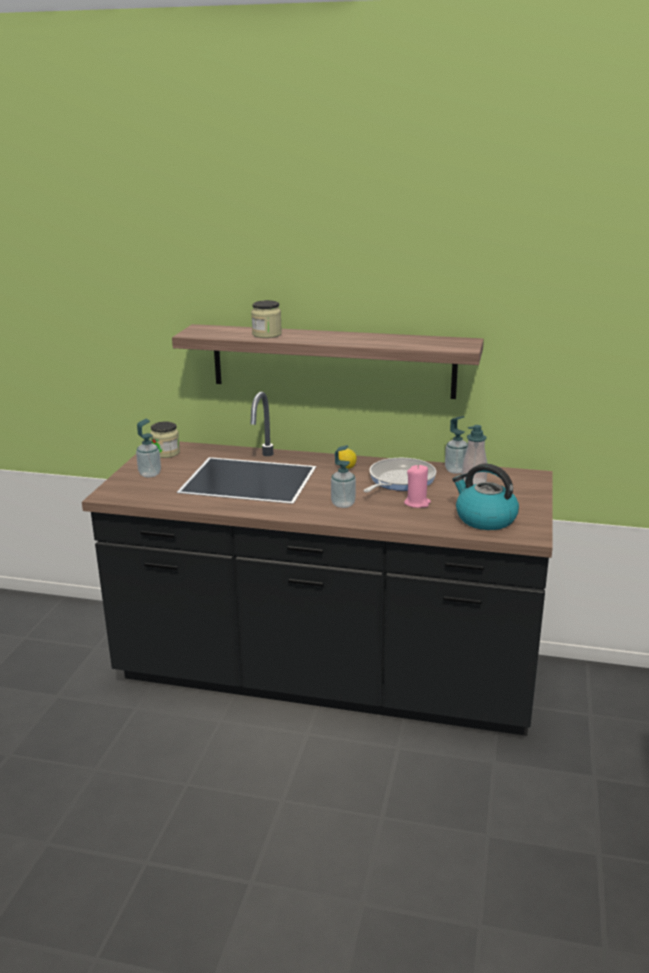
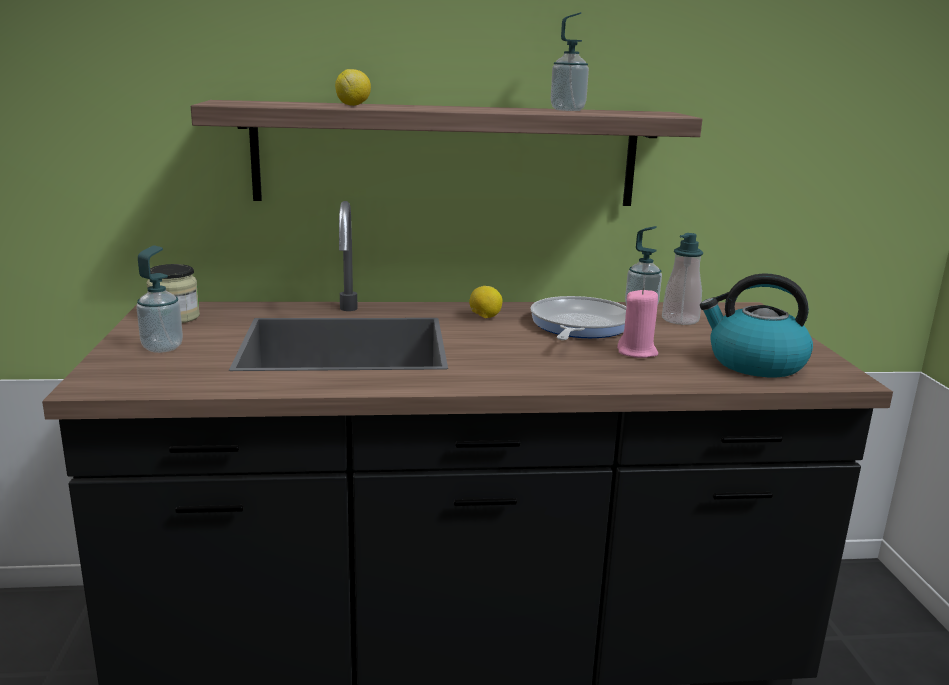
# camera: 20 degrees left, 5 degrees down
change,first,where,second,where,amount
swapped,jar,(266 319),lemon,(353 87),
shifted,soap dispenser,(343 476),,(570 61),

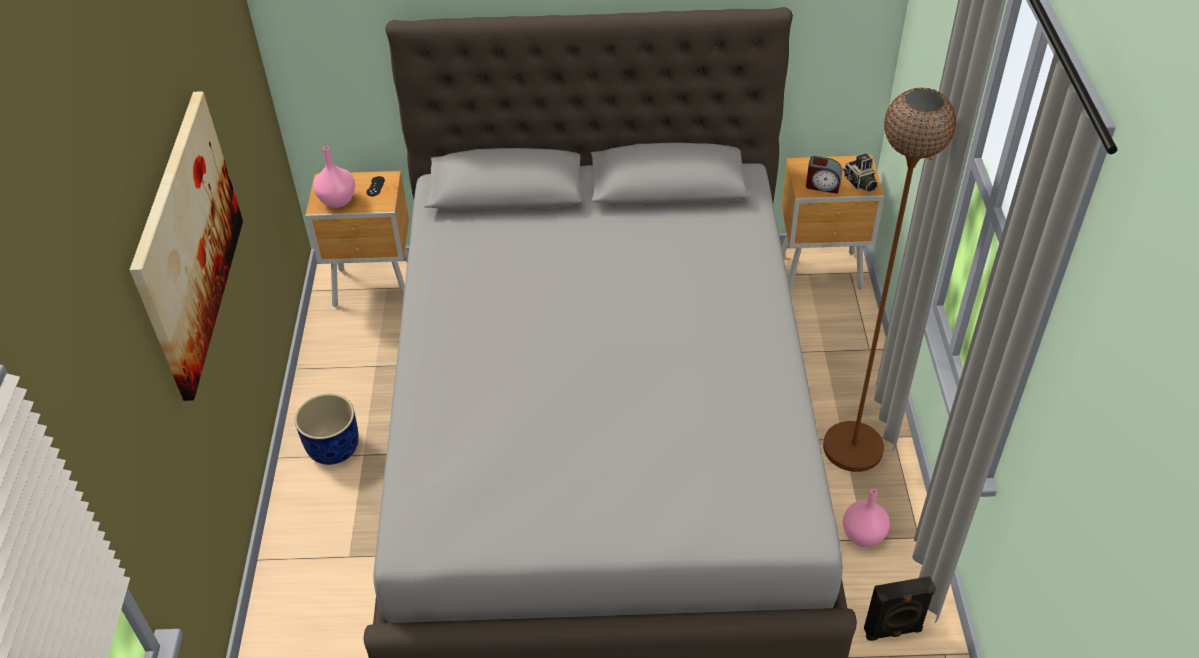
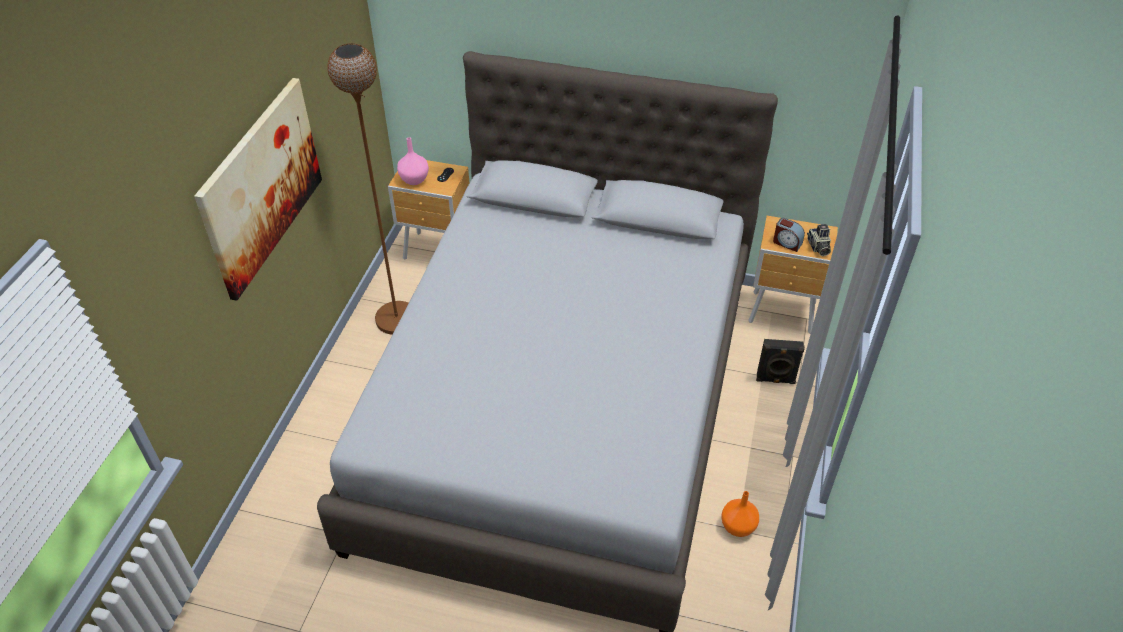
# camera: 15 degrees right, 0 degrees up
change,first,where,second,where,amount
gone,blue planter,(327 429),,,
shifted,brown floor lamp,(889 279),,(368 189),
repainted,pink vase,(866 518),orange vase,(740 514),
shifted,black speaker,(900 608),,(780 361),

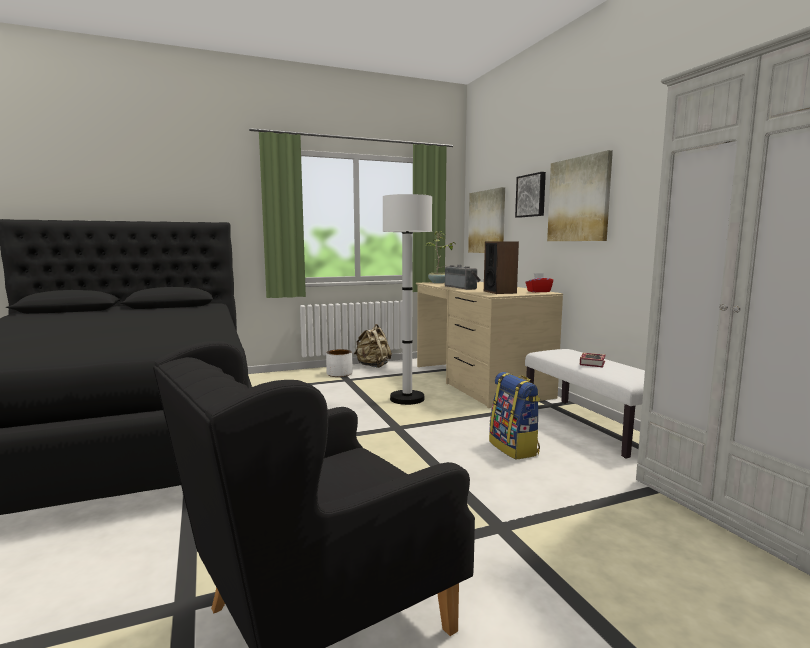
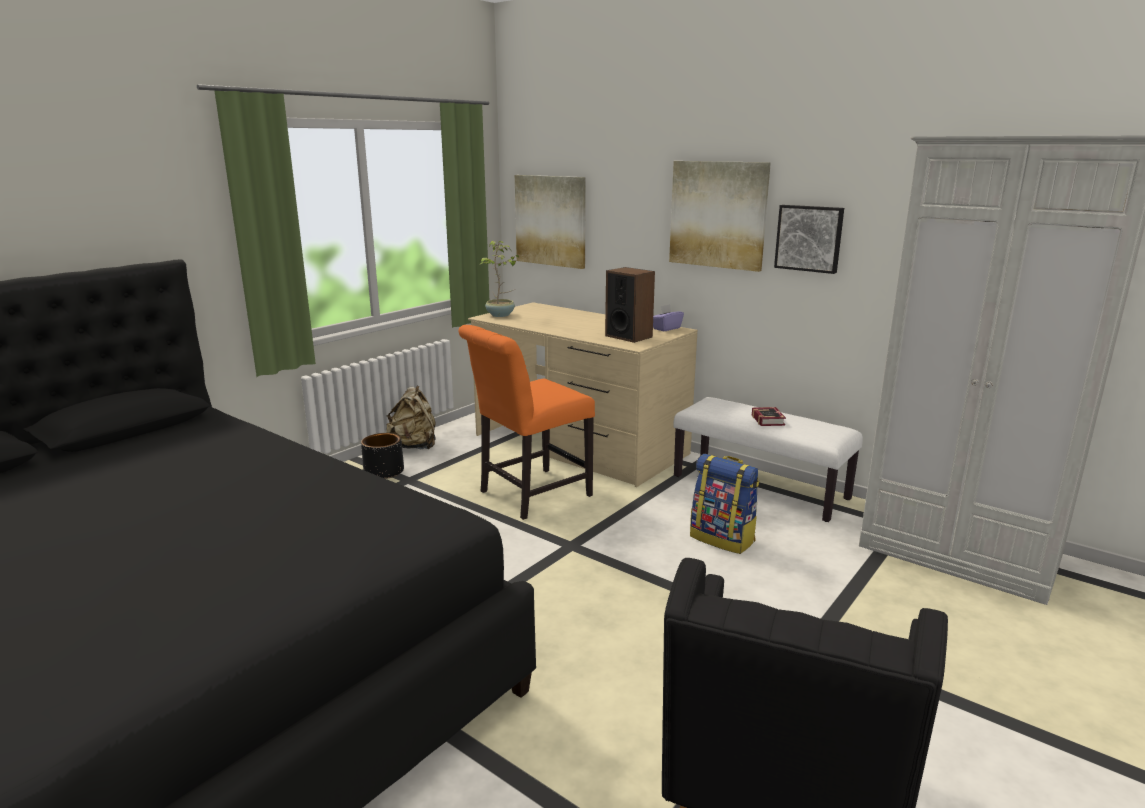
# camera: 30 degrees left, 10 degrees up
change,first,where,second,where,amount
repainted,white planter,(339 363),black planter,(382 456),
swapped,white floor lamp,(407 299),orange chair,(527 422),
gone,radio,(462 277),,,
shifted,picture,(530 195),,(809 239),
repainted,red tissue box,(539 282),purple tissue box,(668 317),

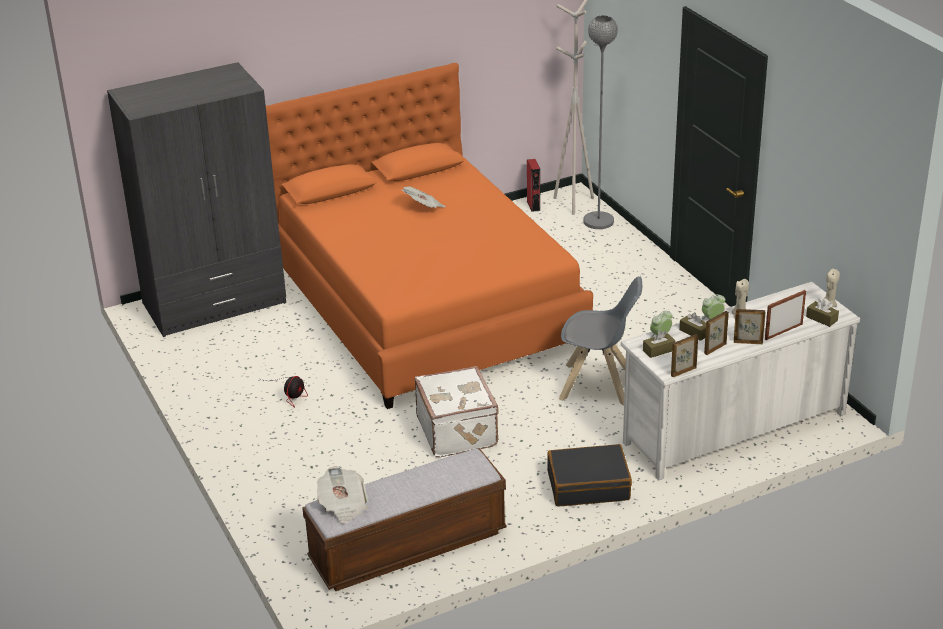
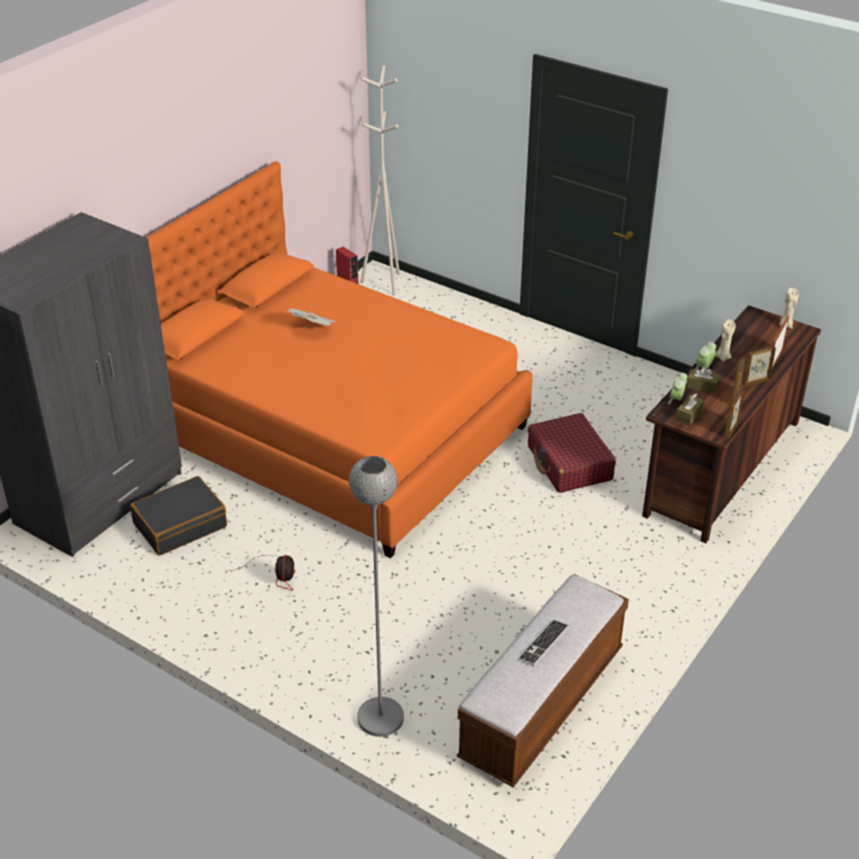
# camera: 30 degrees left, 5 degrees up
change,first,where,second,where,amount
gone,newspaper,(342 495),,,
gone,white suitcase,(457 411),,,
shifted,black suitcase,(589 475),,(178 516),
swapped,grey chair,(600 341),red suitcase,(572 453),
shifted,grey floor lamp,(600 122),,(376 596),
repainted,white dresser,(740 381),brown dresser,(731 424),
gone,brown tissue box,(822 312),,,
new,,,keyboard,(543 643),

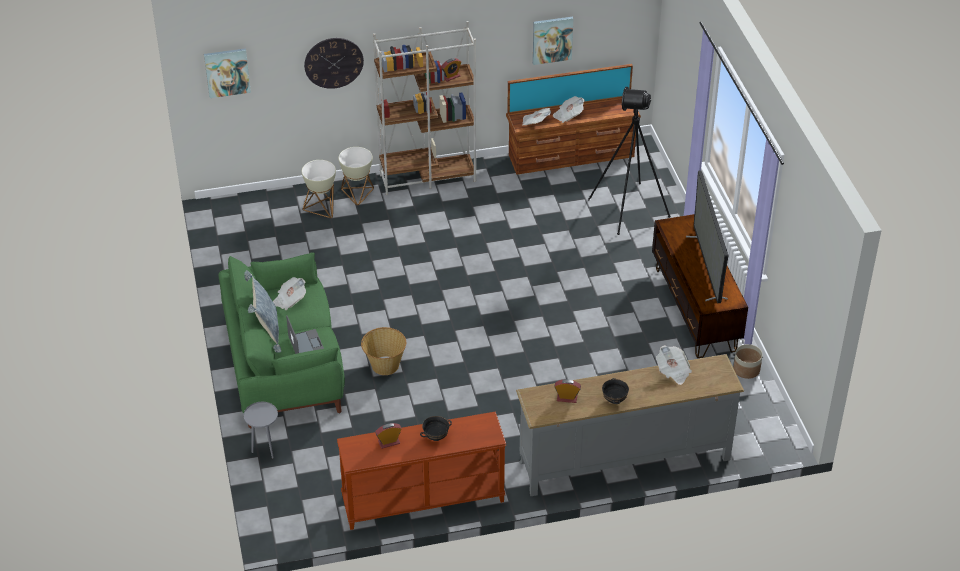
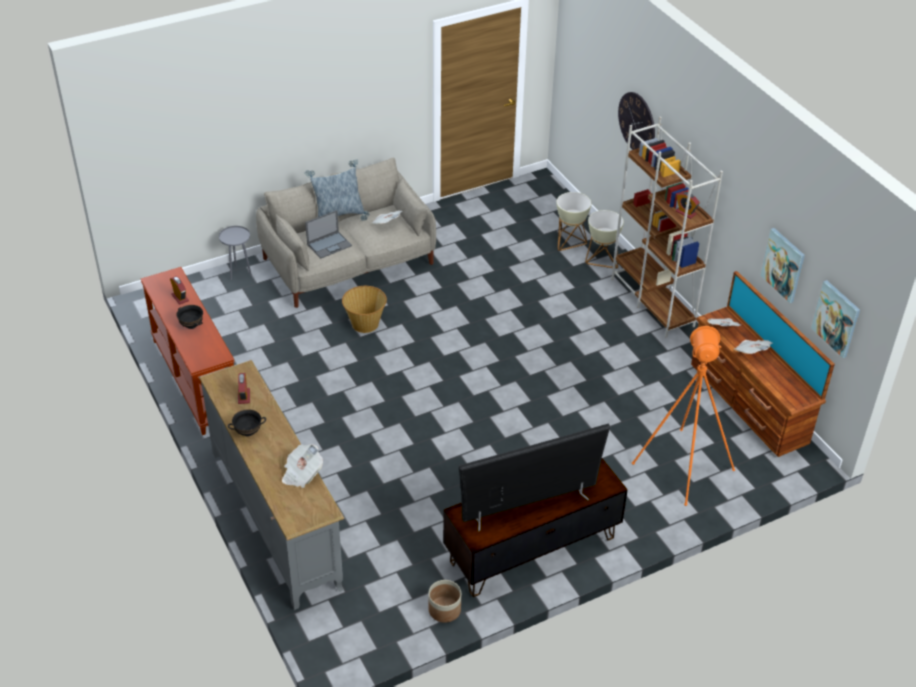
# camera: 75 degrees right, 0 degrees up
change,first,where,second,where,amount
shifted,picture,(227 73),,(835 319),
repainted,green sofa,(281 340),beige sofa,(346 233),
repainted,black floor lamp,(629 161),orange floor lamp,(683 416),

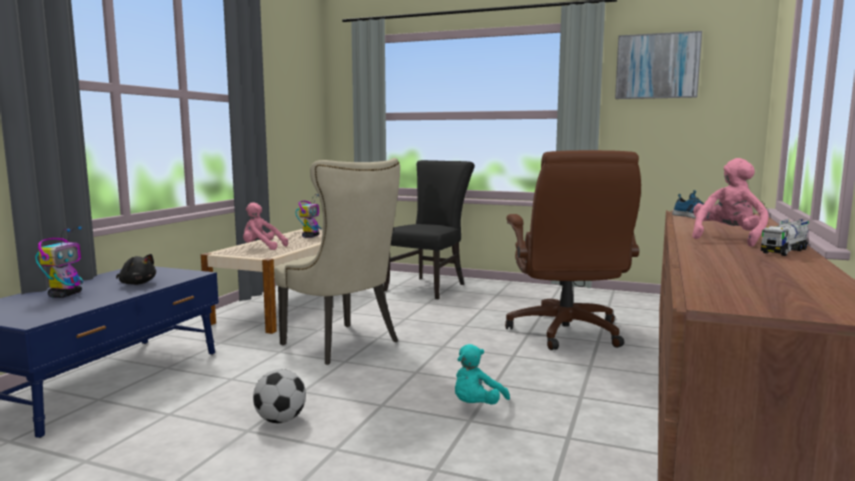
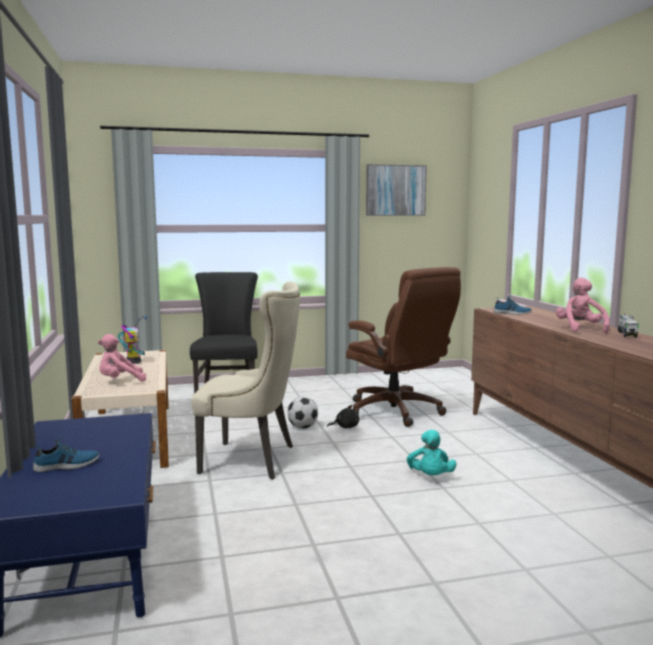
# camera: 35 degrees left, 0 degrees up
change,first,where,second,where,amount
swapped,toy robot,(59 262),shoe,(66 454),
shifted,black plush toy,(136 269),,(343 417),
shifted,football,(279 396),,(302 413),

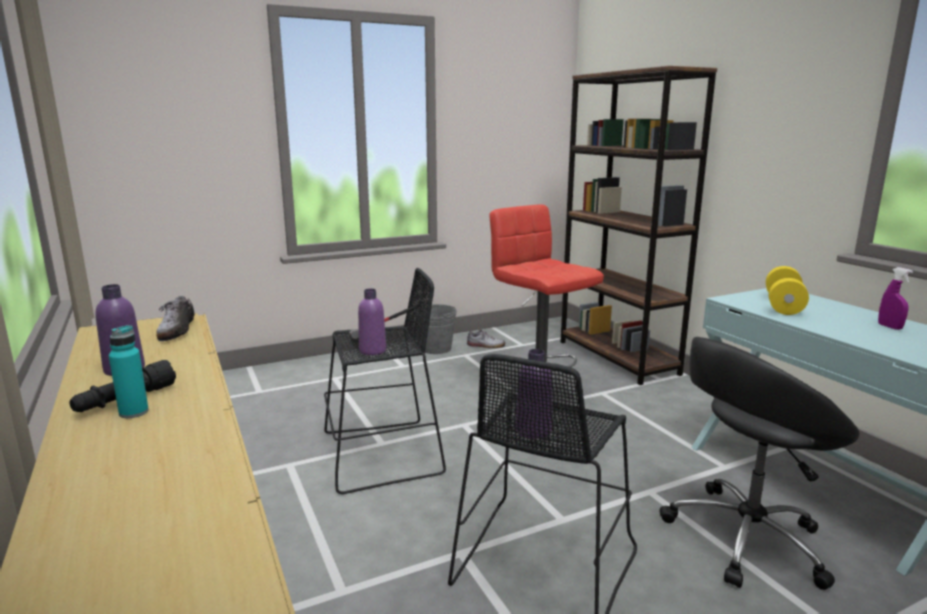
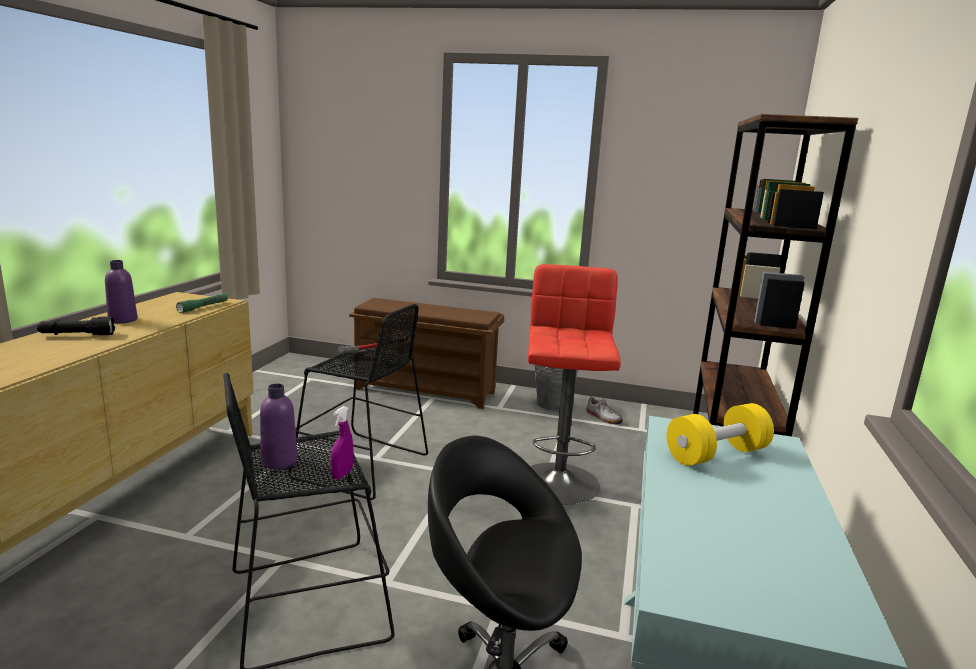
# camera: 40 degrees right, 0 degrees up
change,first,where,second,where,amount
gone,turquoise bottle,(129 371),,,
swapped,shoe,(175 318),green flashlight,(202 303),
gone,purple bottle,(372 322),,,
shifted,purple spray bottle,(895 298),,(342 442),
new,,,brown shoe rack,(426 353),

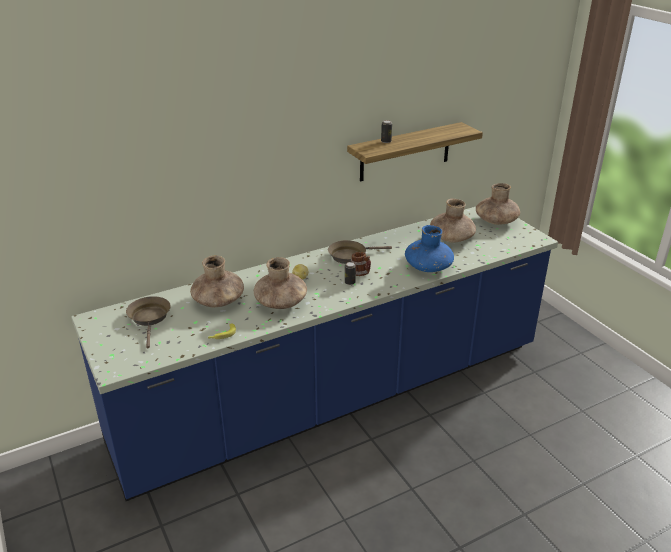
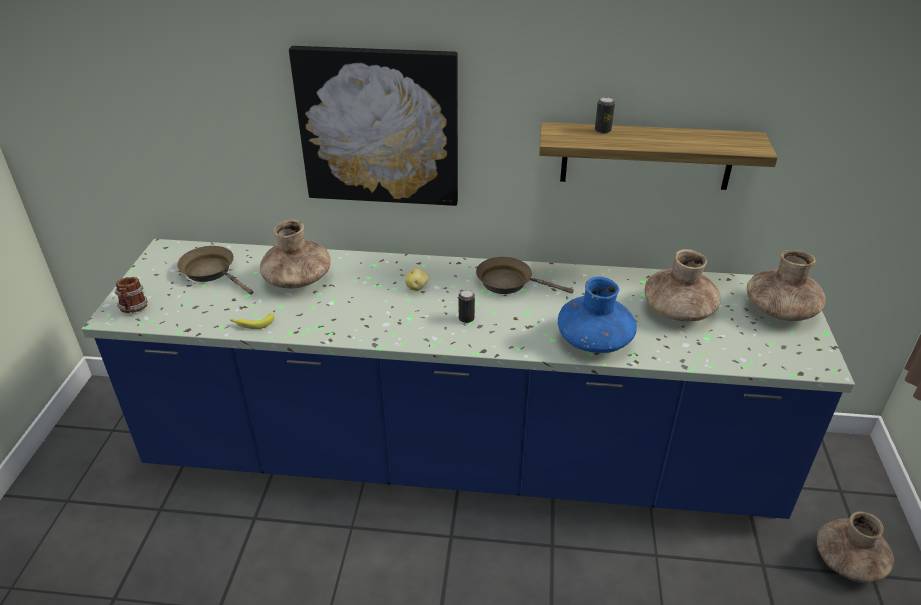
# camera: 35 degrees right, 5 degrees up
change,first,where,second,where,amount
rotated,brown frying pan,(148 322),,(215 270),75 degrees counterclockwise
shifted,brown vase,(280 283),,(855 547),
shifted,mug,(361 264),,(131 295),
new,,,picture,(373 126),

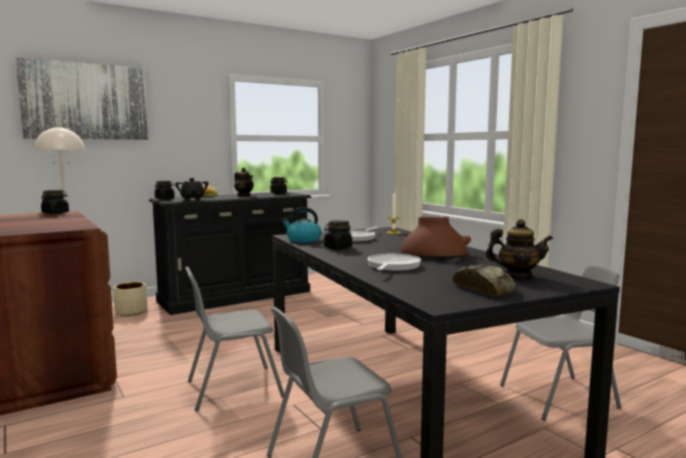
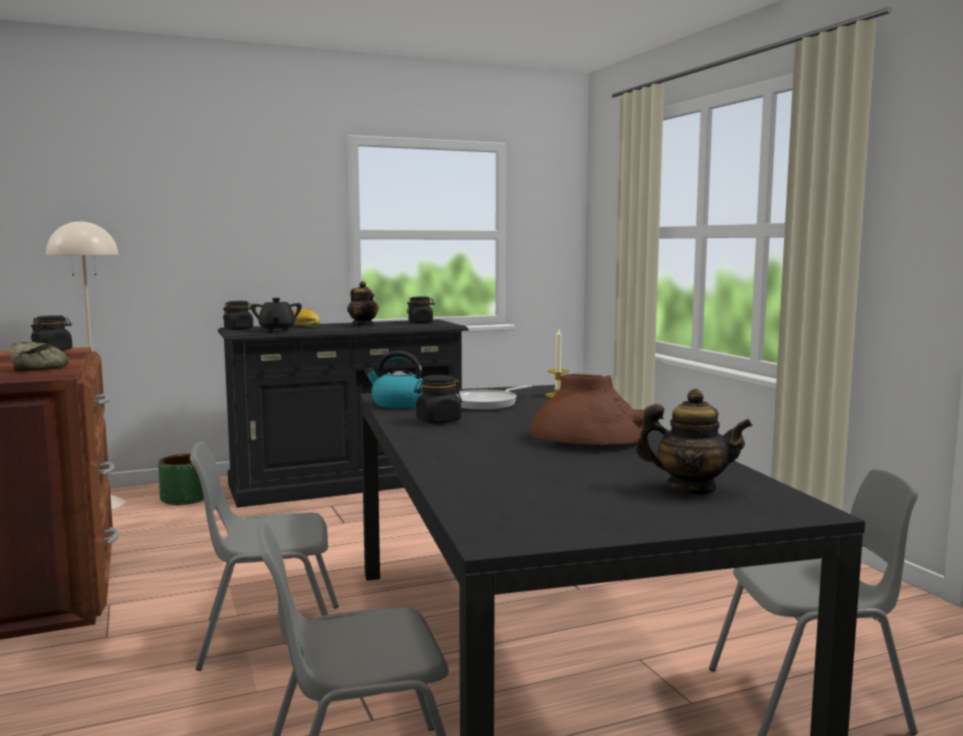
# camera: 10 degrees right, 0 degrees up
change,first,where,second,where,amount
gone,picture,(82 99),,,
repainted,beige planter,(130 299),green planter,(181 479),
gone,frying pan,(394 262),,,
shifted,bread,(484 280),,(39 356),

